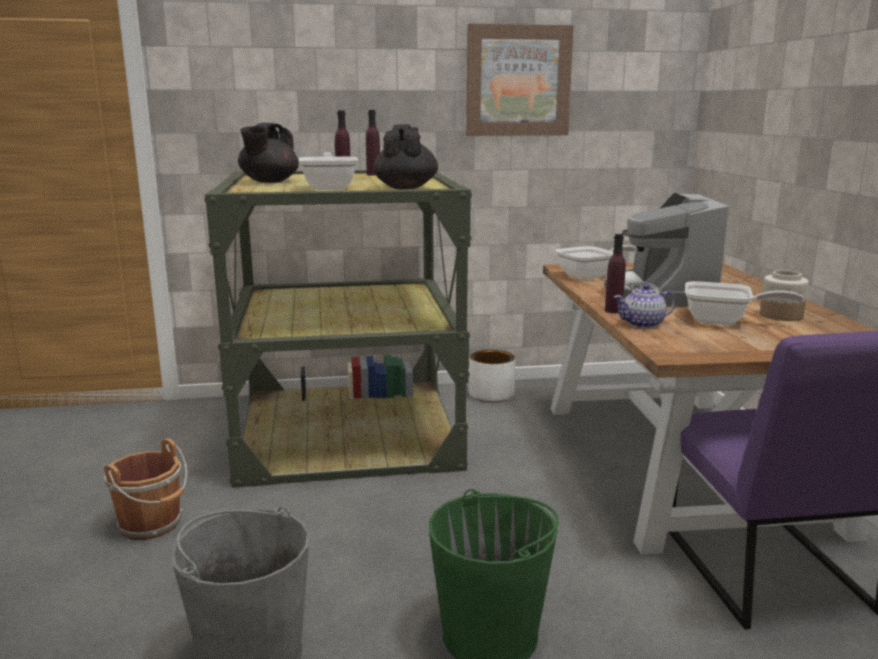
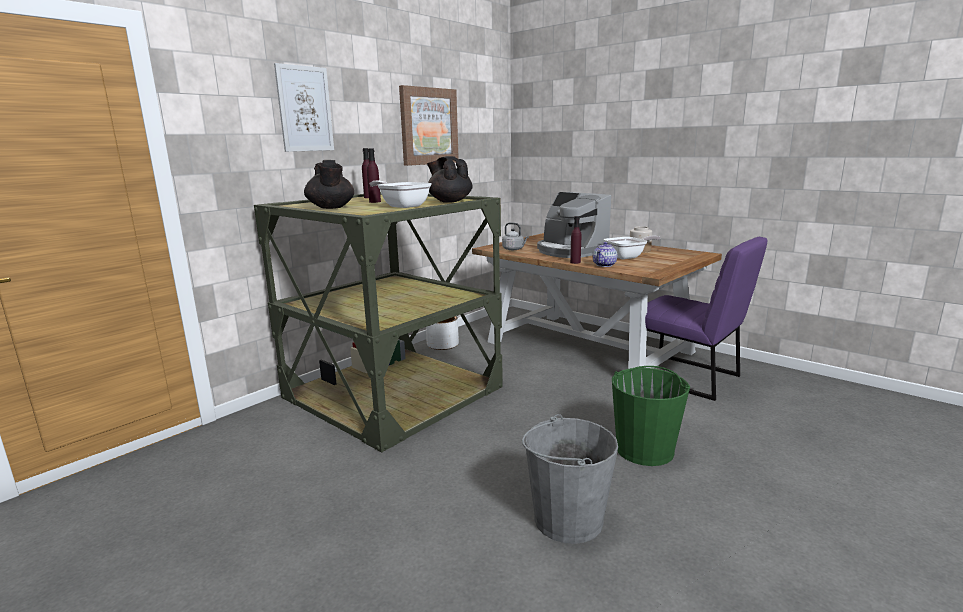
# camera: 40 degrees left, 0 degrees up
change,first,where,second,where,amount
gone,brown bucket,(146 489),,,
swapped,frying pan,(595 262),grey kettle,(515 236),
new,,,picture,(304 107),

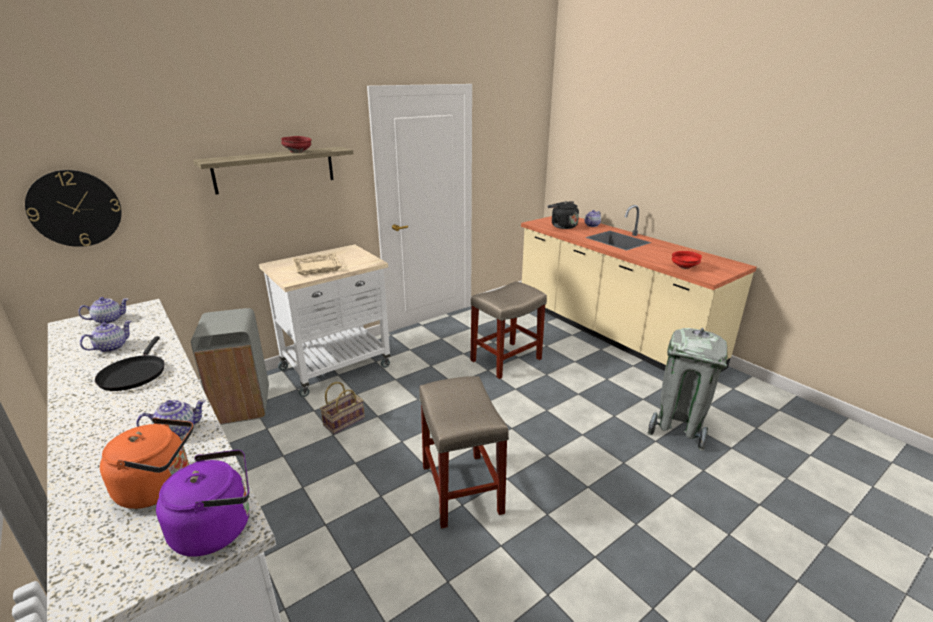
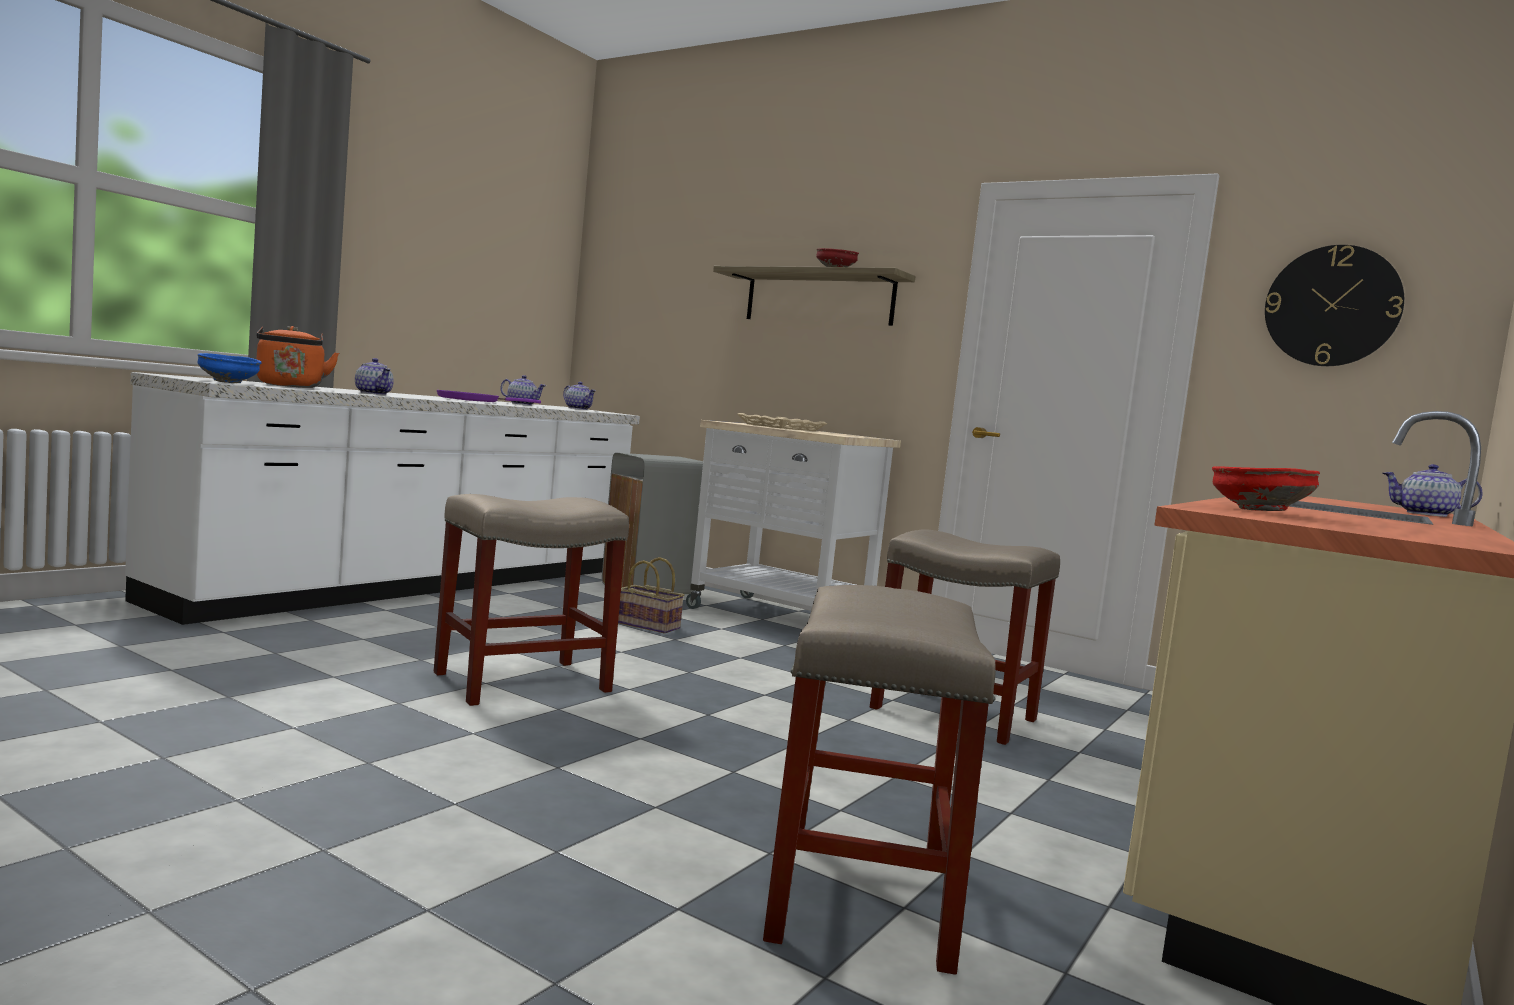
# camera: 70 degrees right, 20 degrees down
change,first,where,second,where,amount
shifted,wall clock,(73 208),,(1334 305),
repainted,black frying pan,(129 363),purple frying pan,(489 396),
swapped,purple kettle,(202 503),blue bowl,(229 368),
gone,black kettle,(563 215),,,
swapped,grey trash can,(687 389),beige stool,(879 780),

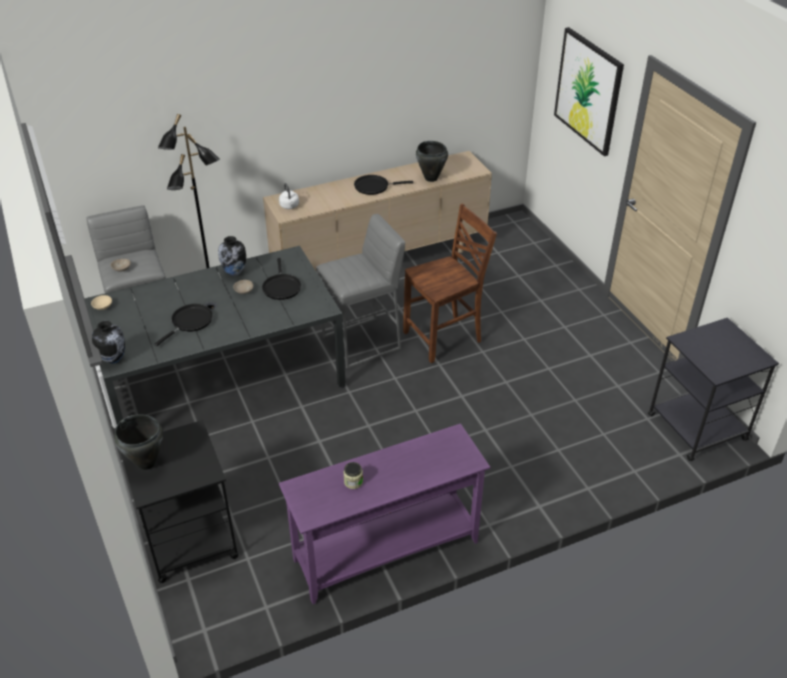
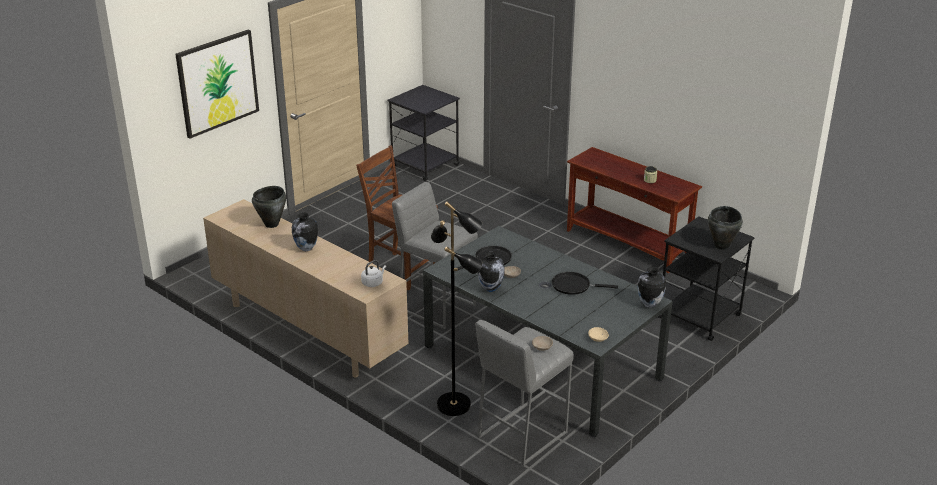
# camera: 115 degrees left, 10 degrees down
change,first,where,second,where,amount
repainted,purple console table,(384 514),brown console table,(634 210),
swapped,black frying pan,(384 185),vase,(305 232),

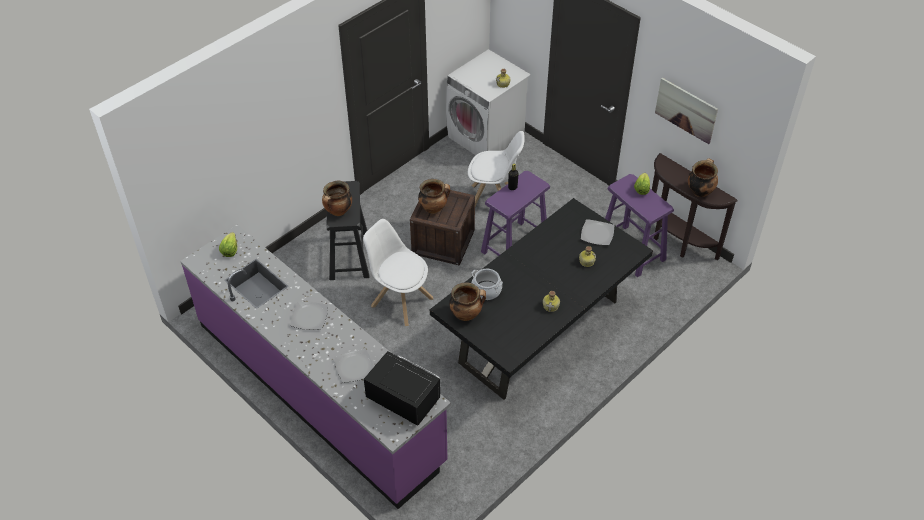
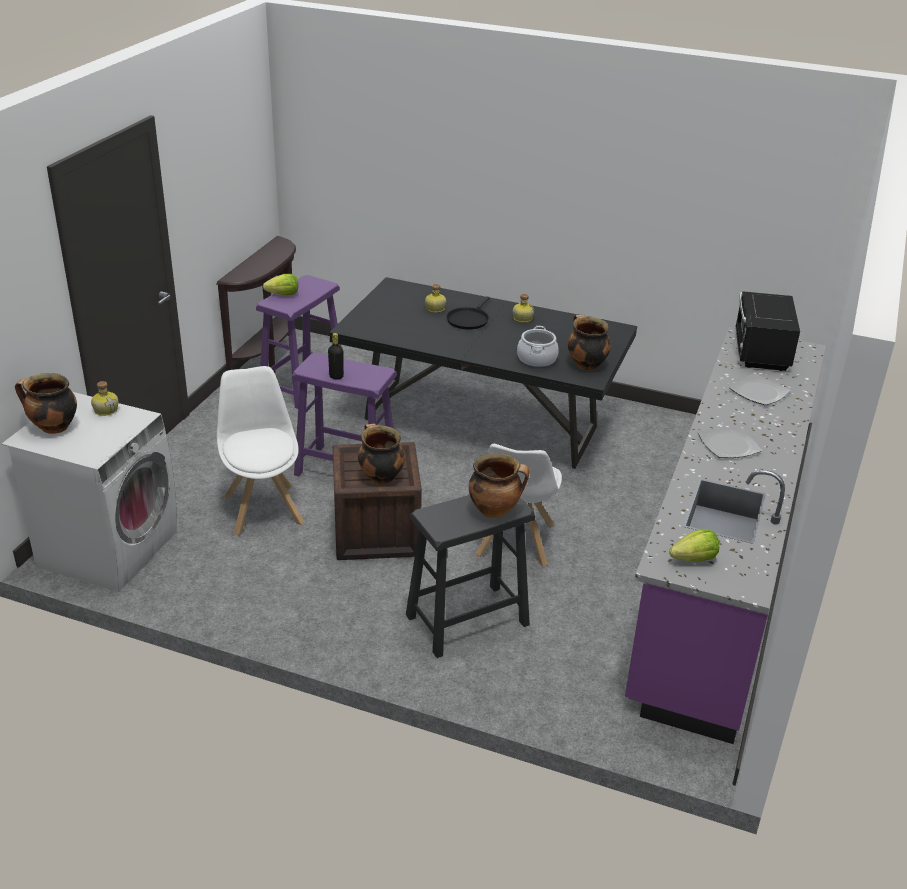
# camera: 115 degrees left, 15 degrees down
change,first,where,second,where,amount
gone,plate,(597 232),,,
gone,picture,(686 111),,,
shifted,cooking pot,(703 177),,(46 403),
new,,,black frying pan,(468 313),

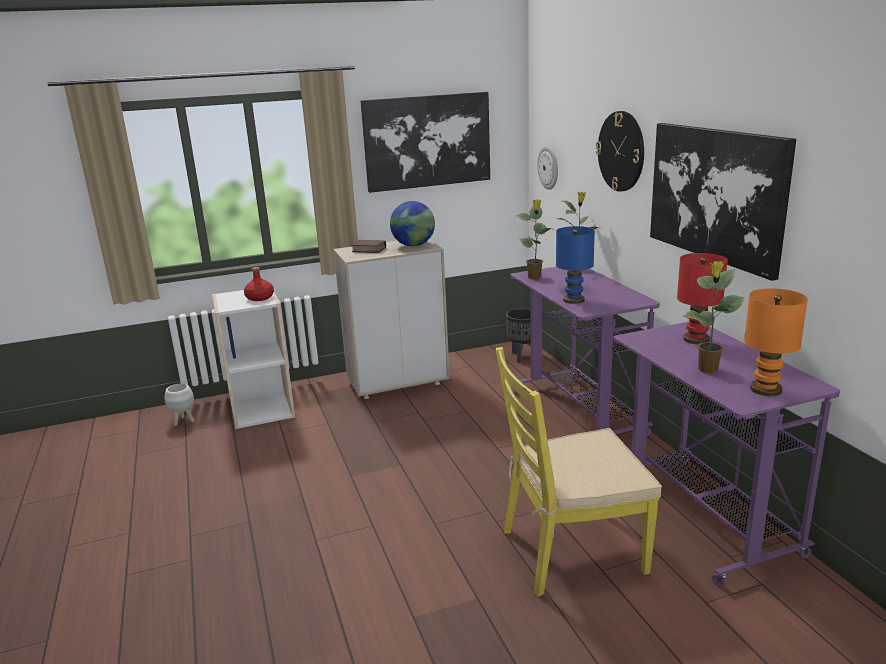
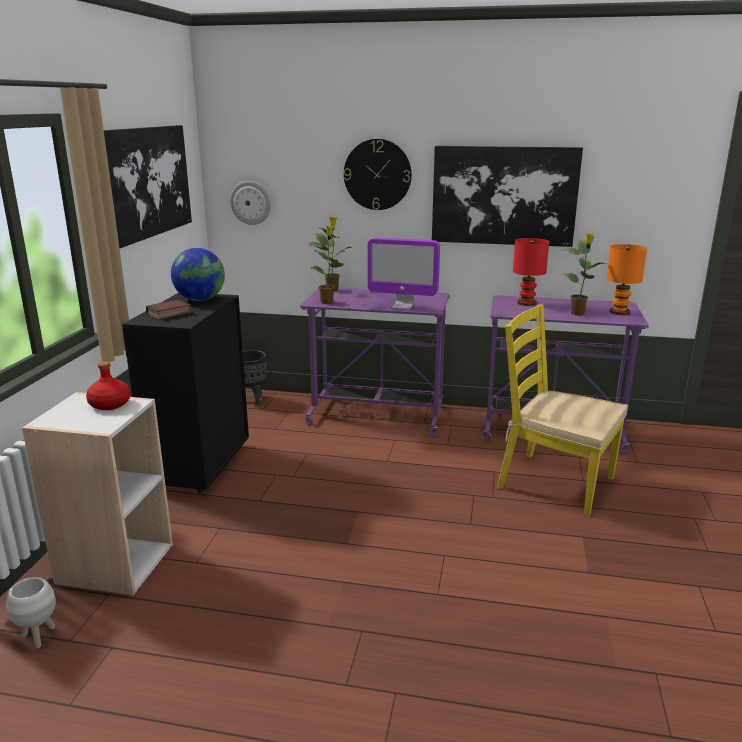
# camera: 60 degrees left, 0 degrees up
change,first,where,second,where,amount
repainted,beige cabinet,(391 319),black cabinet,(185 393),
rotated,yellow chair,(579 472),,(562 410),105 degrees clockwise
swapped,blue table lamp,(575 265),monitor,(403 273),

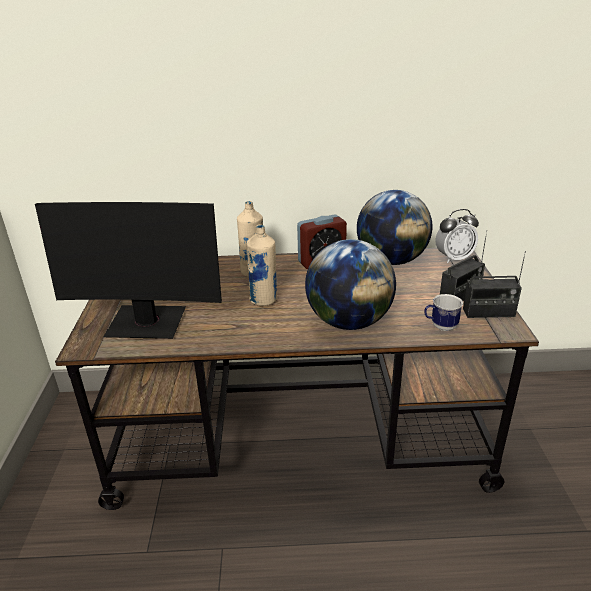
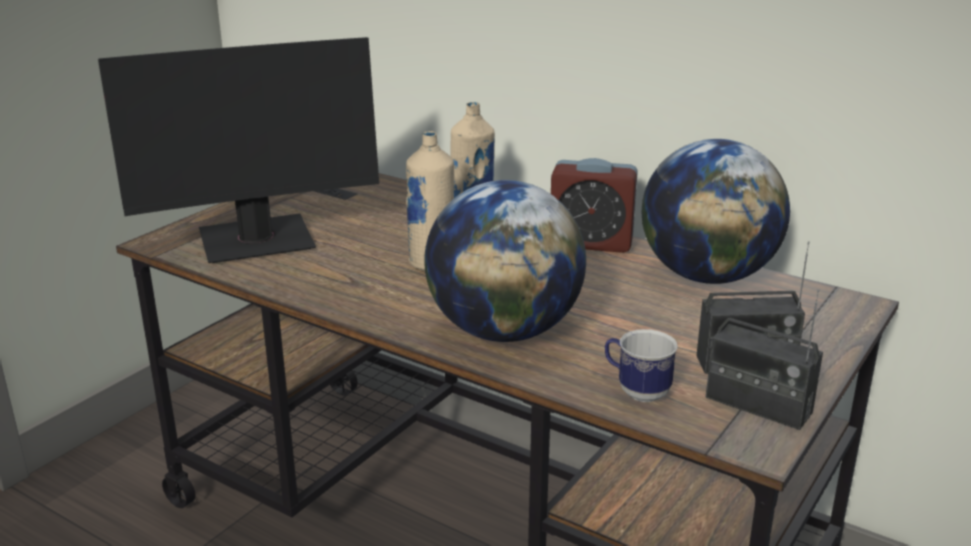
# camera: 35 degrees right, 5 degrees down
change,first,where,second,where,amount
rotated,monitor,(128 270),,(238 150),60 degrees counterclockwise
gone,alarm clock,(457 236),,,

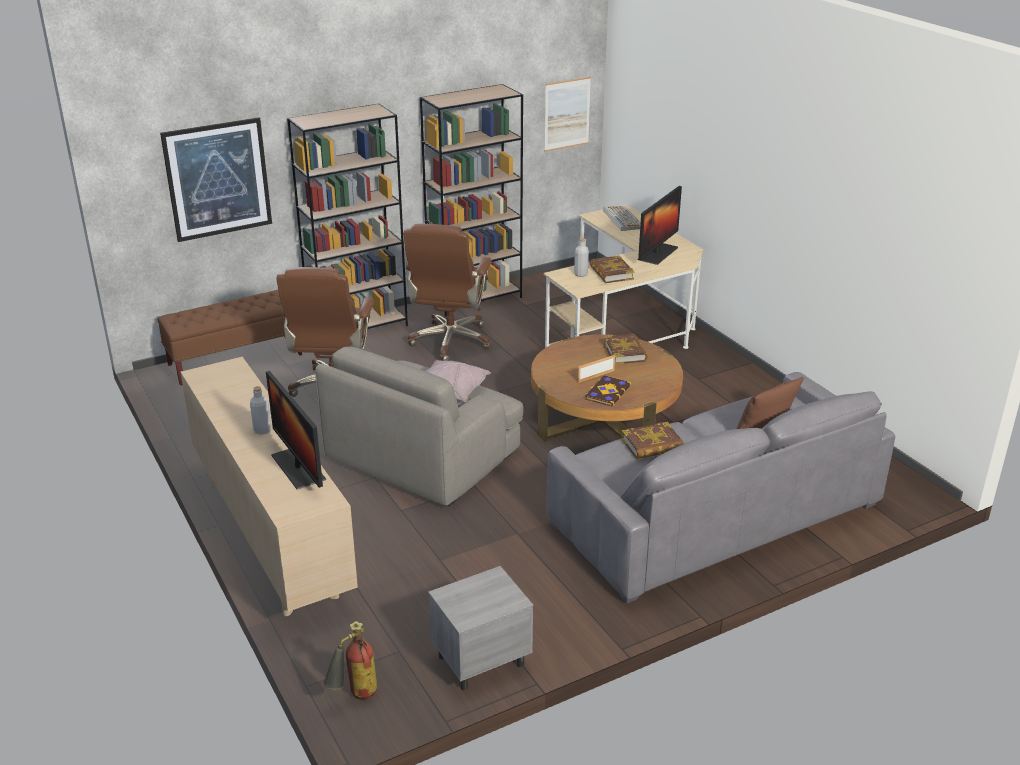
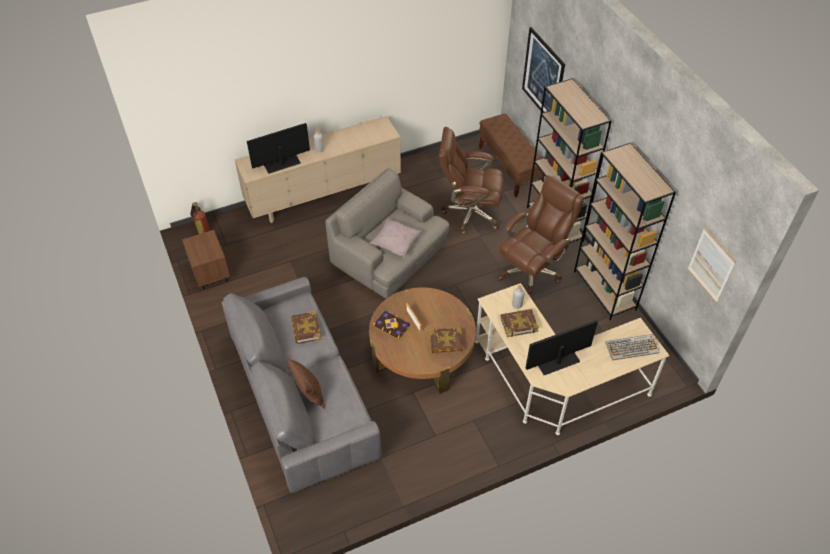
# camera: 95 degrees right, 20 degrees up
change,first,where,second,where,amount
rotated,brown office chair,(447 292),,(541 236),120 degrees clockwise
repainted,grey nightstand,(480 628),brown nightstand,(206 260),
rotated,monitor,(660 225),,(562 347),120 degrees clockwise

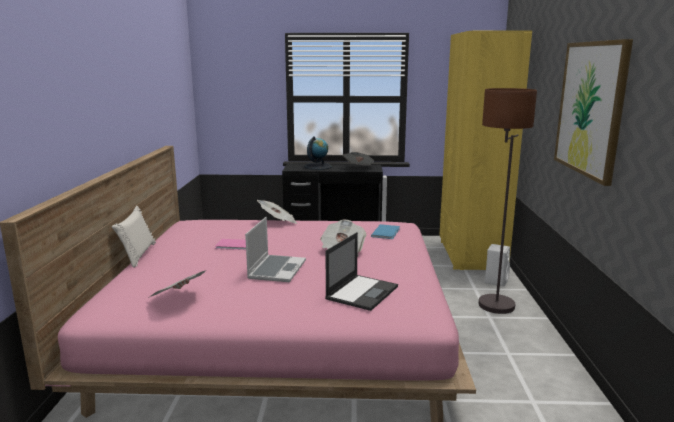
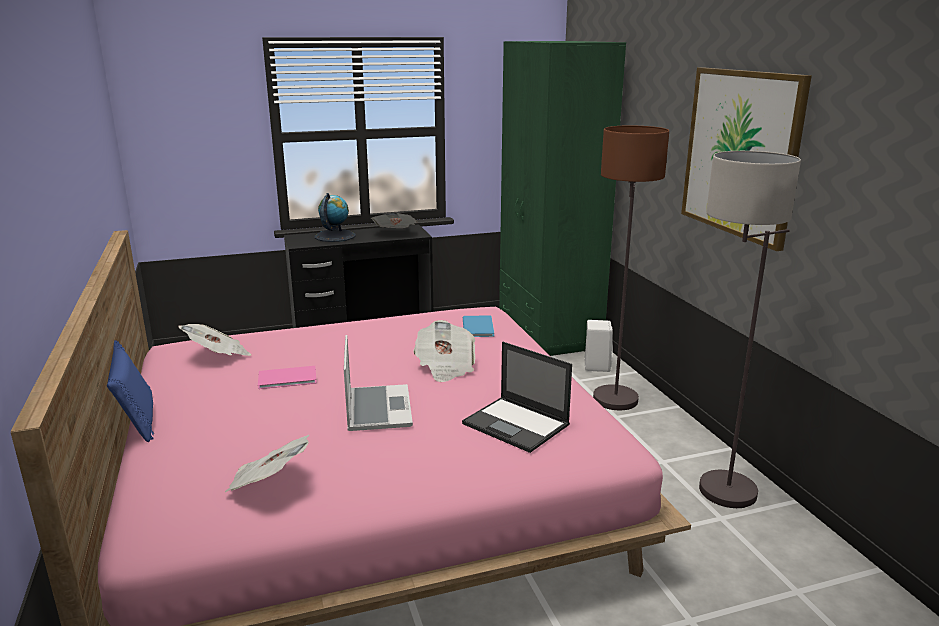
# camera: 20 degrees left, 5 degrees up
change,first,where,second,where,amount
repainted,white pillow,(134 237),blue pillow,(130 391),
shifted,newspaper,(277 212),,(214 340),
rotated,laptop,(361 271),,(517 397),120 degrees clockwise
repainted,yellow wardrobe,(485 150),green wardrobe,(562 198),
new,,,grey floor lamp,(750 329),

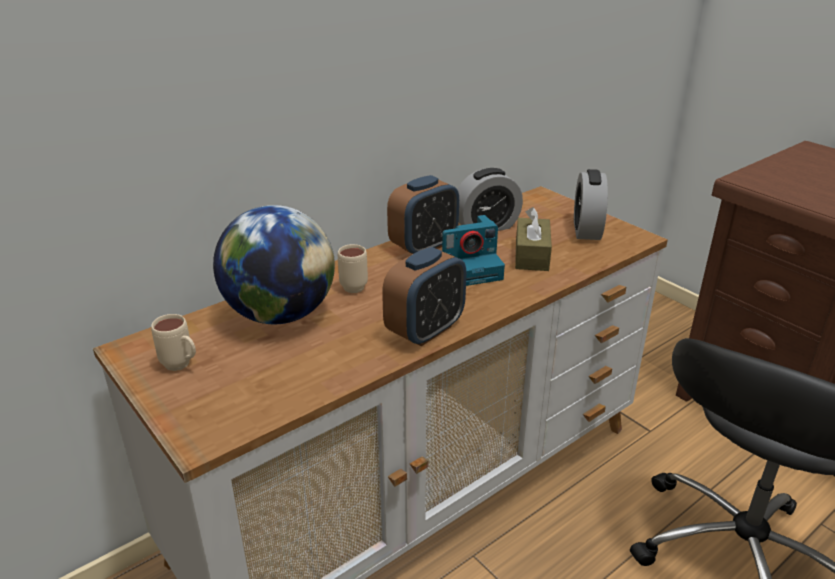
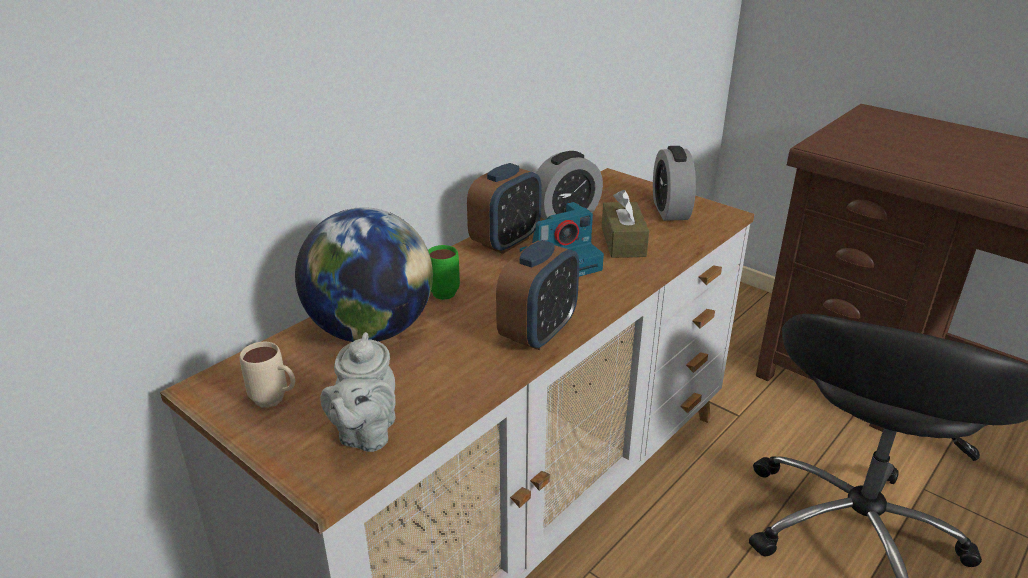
# camera: 10 degrees left, 0 degrees up
change,first,where,second,where,amount
repainted,beige mug,(353 268),green mug,(444 272),
new,,,grey teapot,(357 392),

